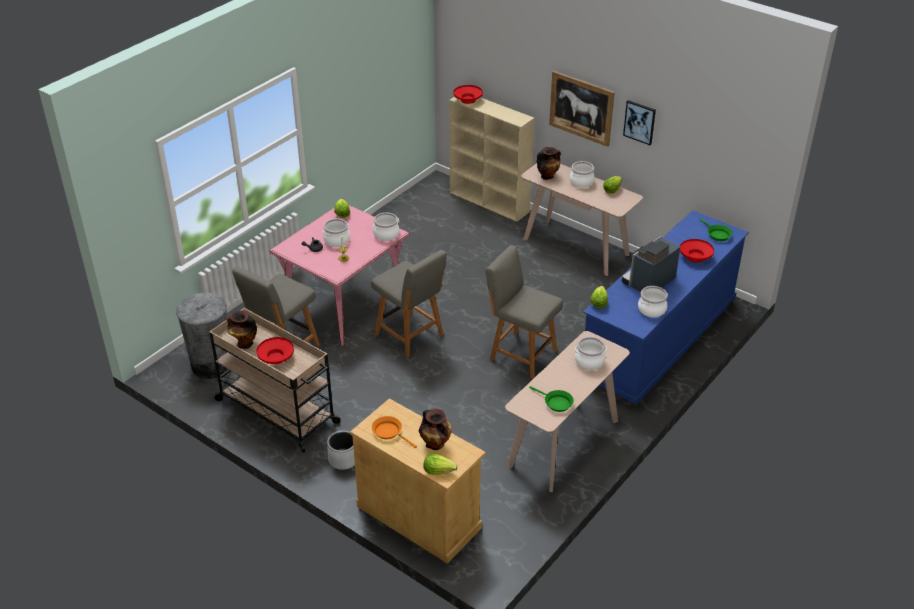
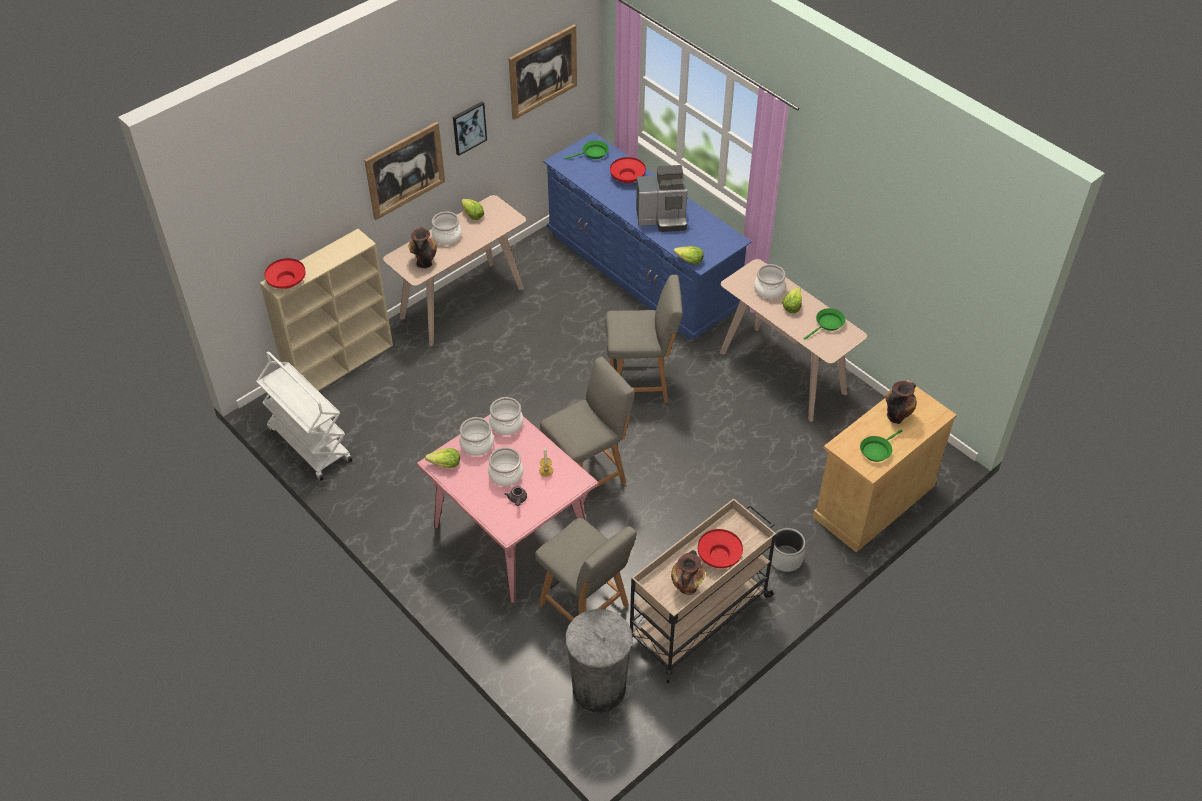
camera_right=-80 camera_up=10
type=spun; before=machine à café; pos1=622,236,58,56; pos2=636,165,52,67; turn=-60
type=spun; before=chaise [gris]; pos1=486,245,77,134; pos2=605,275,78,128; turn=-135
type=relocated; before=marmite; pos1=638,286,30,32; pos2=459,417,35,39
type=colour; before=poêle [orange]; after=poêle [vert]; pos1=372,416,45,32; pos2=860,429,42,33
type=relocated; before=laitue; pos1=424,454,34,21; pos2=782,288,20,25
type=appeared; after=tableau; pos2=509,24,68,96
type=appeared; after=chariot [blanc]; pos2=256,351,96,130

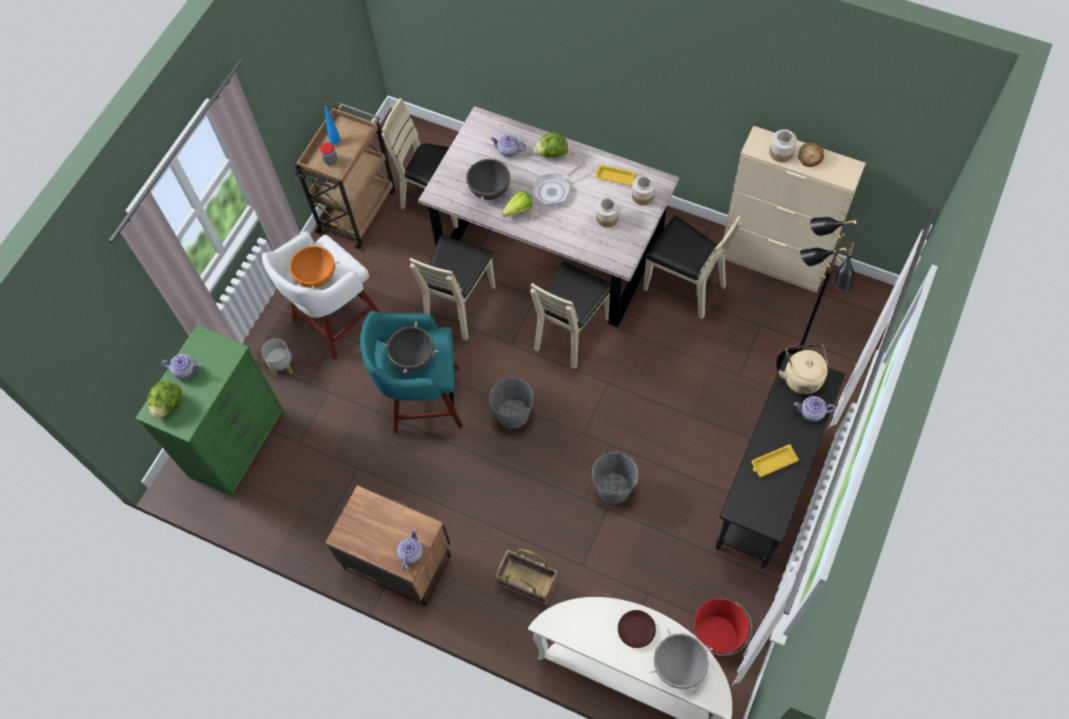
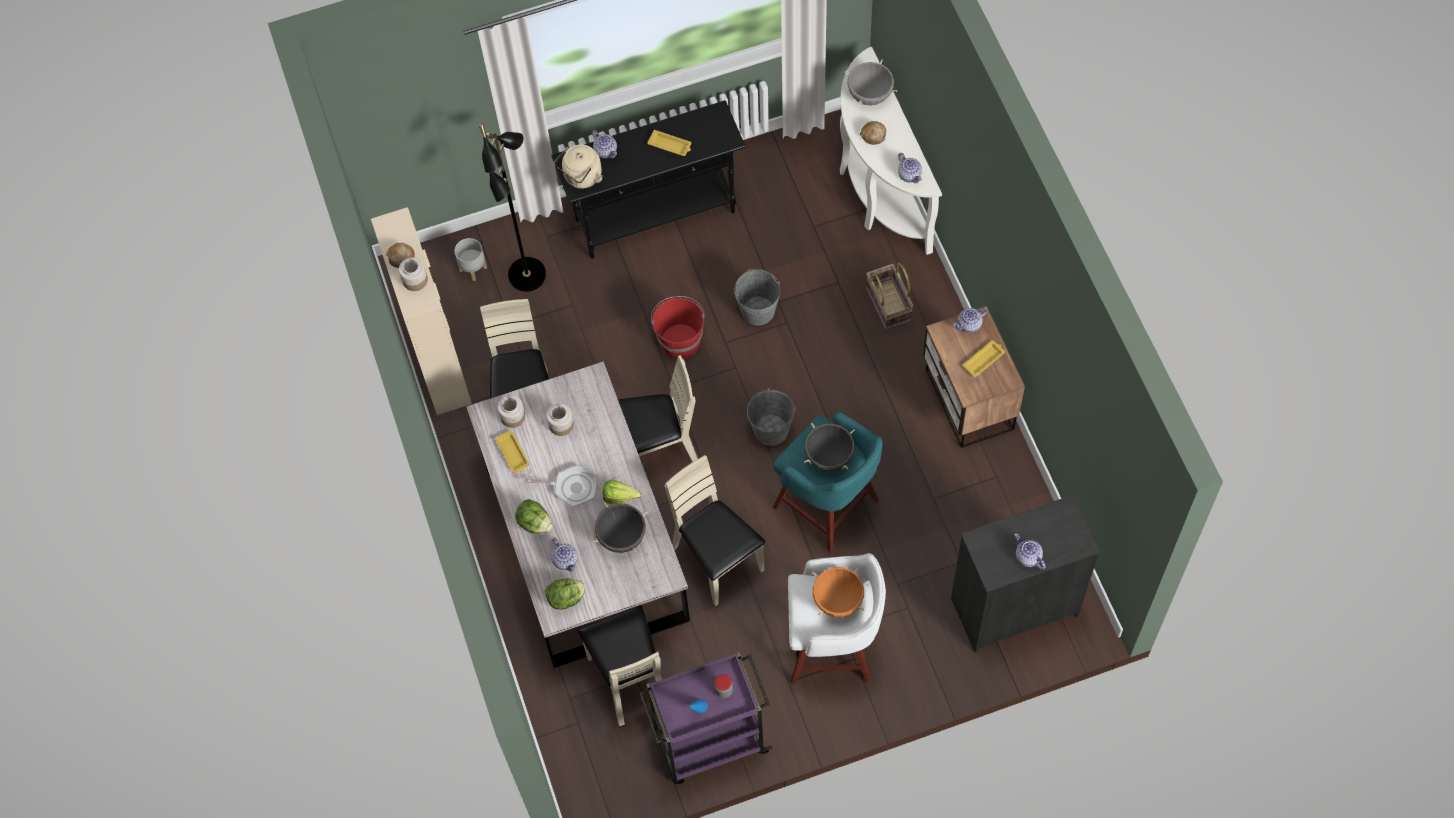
camera_right=-135 camera_up=0
type=colour; before=chariot [marron]; after=chariot [violet]; pos1=294,103,101,146; pos2=639,652,133,132
type=spun; before=chaise [beige]; pos1=409,236,87,104; pos2=665,455,100,151; turn=-105
type=colour; before=commode [vert]; after=commode [noir]; pos1=135,325,151,173; pos2=951,495,149,158
type=relocated; before=cache-pot [gris]; pos1=261,339,32,37; pos2=455,238,32,43
type=relocated; before=laitue; pos1=147,381,35,38; pos2=545,578,40,32
type=relocated; before=seau [rouge]; pos1=694,598,58,59; pos2=651,296,54,63
type=exchanged; before=assiette [marron]; after=pain; pos1=618,610,38,38; pos2=860,121,26,24
type=appeared; after=théière; pos2=898,153,24,30
type=appeared; after=plateau [jaune]; pos2=962,340,43,37

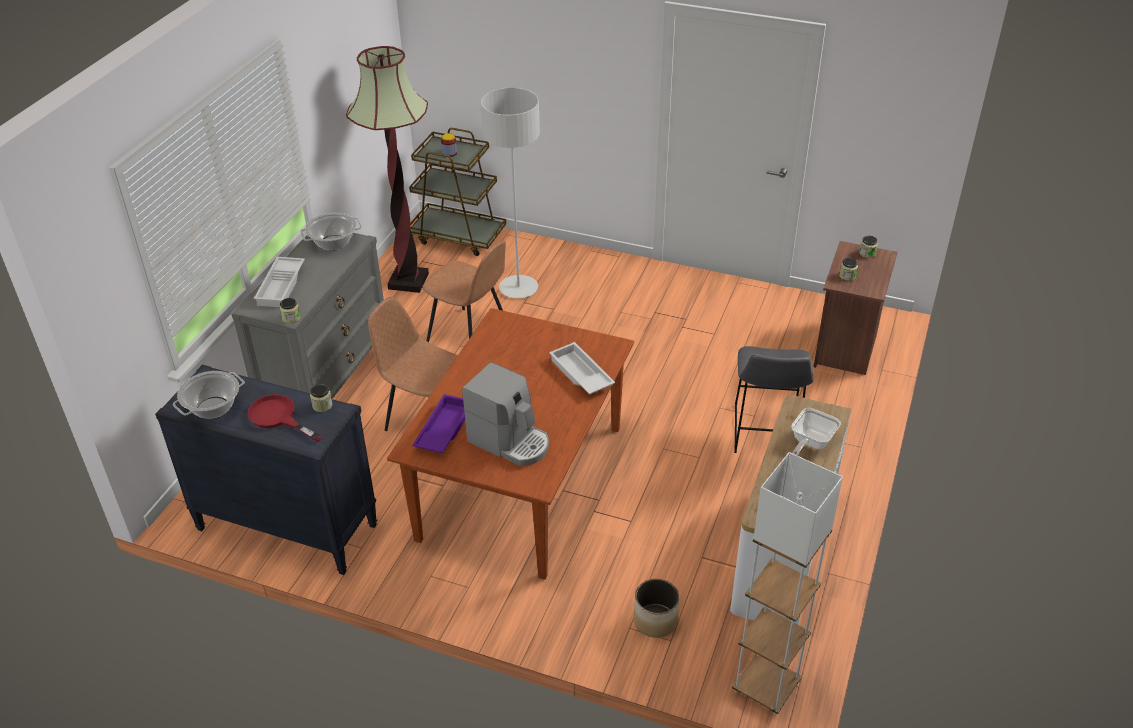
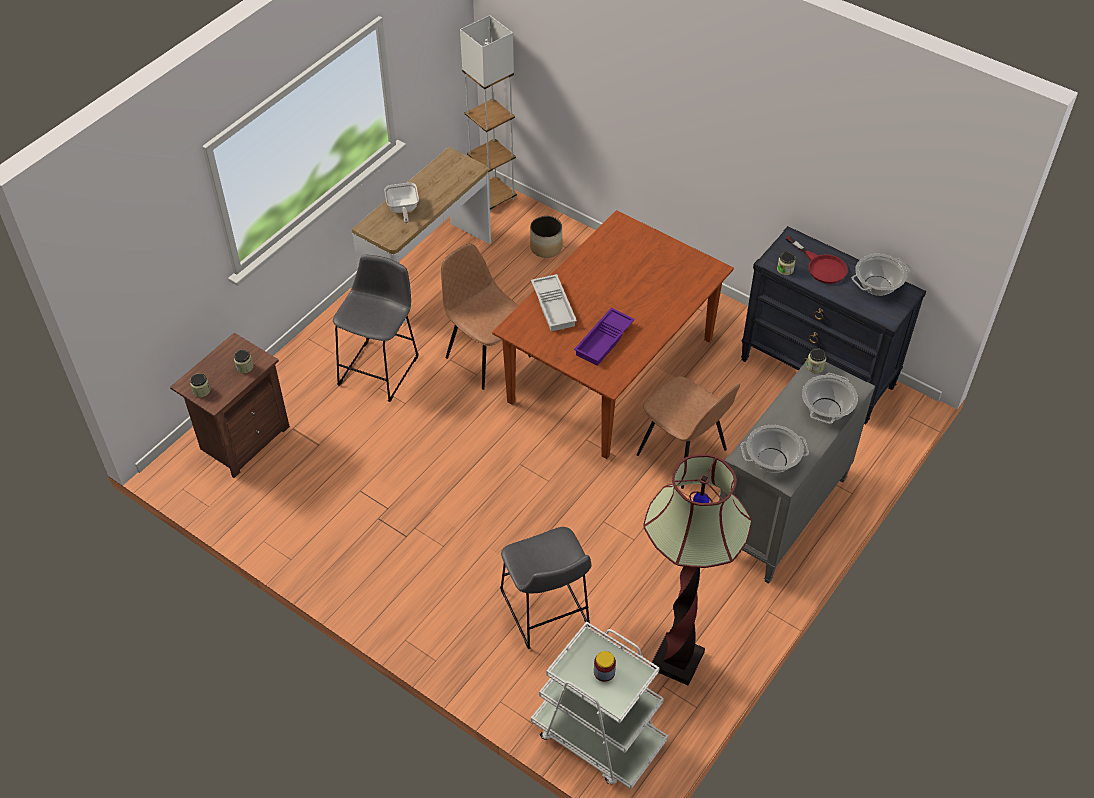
camera_right=-165 camera_up=10
type=exchanged; before=lampadaire [gris]; after=tabouret [gris]; pos1=481,88,59,210; pos2=500,527,92,122
type=colour; before=chariot [marron]; after=chariot [blanc]; pos1=409,128,97,128; pos2=531,622,137,167
type=relocated; before=chaise [marron]; pos1=422,241,84,101; pos2=441,243,90,147
type=exchanged; before=plateau [blanc]; after=marmite; pos1=254,257,51,50; pos2=802,373,56,51
type=missing; before=machine à café; pos1=462,362,87,104
type=relocated; before=plateau [violet]; pos1=412,394,53,59; pos2=574,308,61,58
type=spun; before=poêle; pos1=791,408,50,48; pos2=385,183,34,40; turn=120

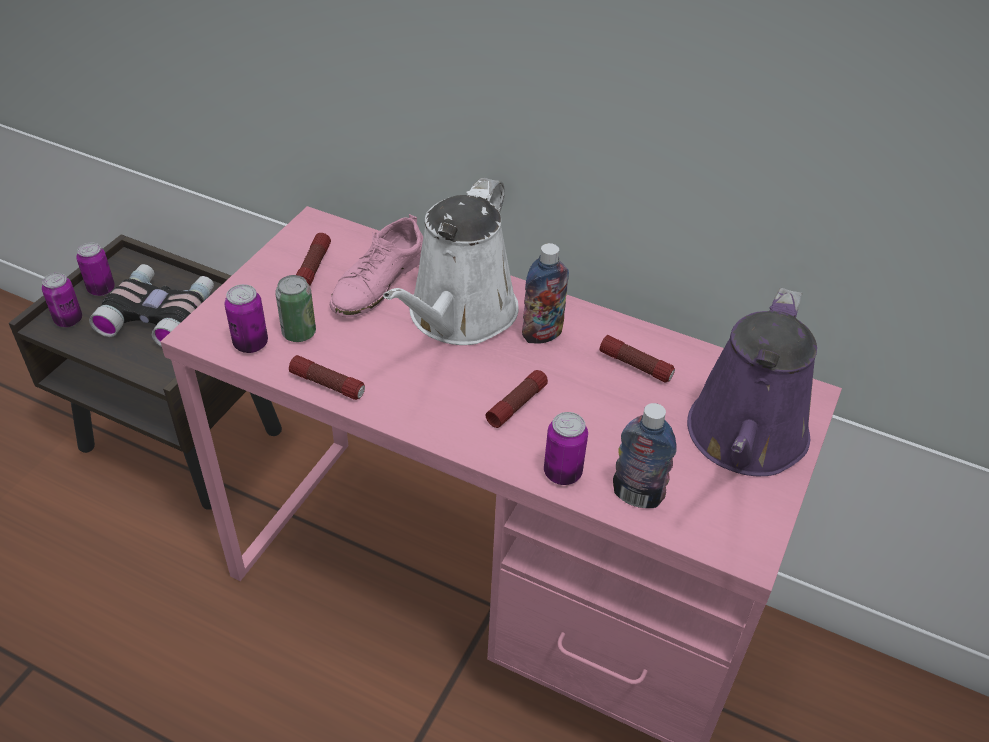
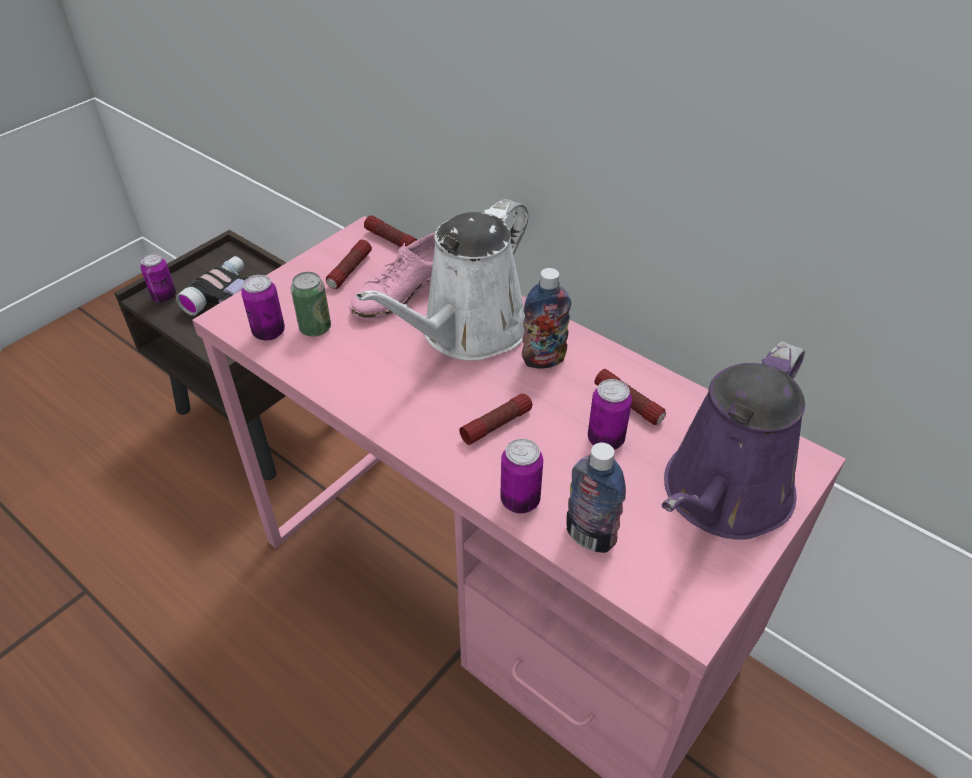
camera_right=15 camera_up=0
type=relocated; before=boîte métallique; pos1=76,243,39,53; pos2=588,379,44,71
type=relocated; before=lampe de poche; pos1=289,355,76,45; pos2=364,215,53,32

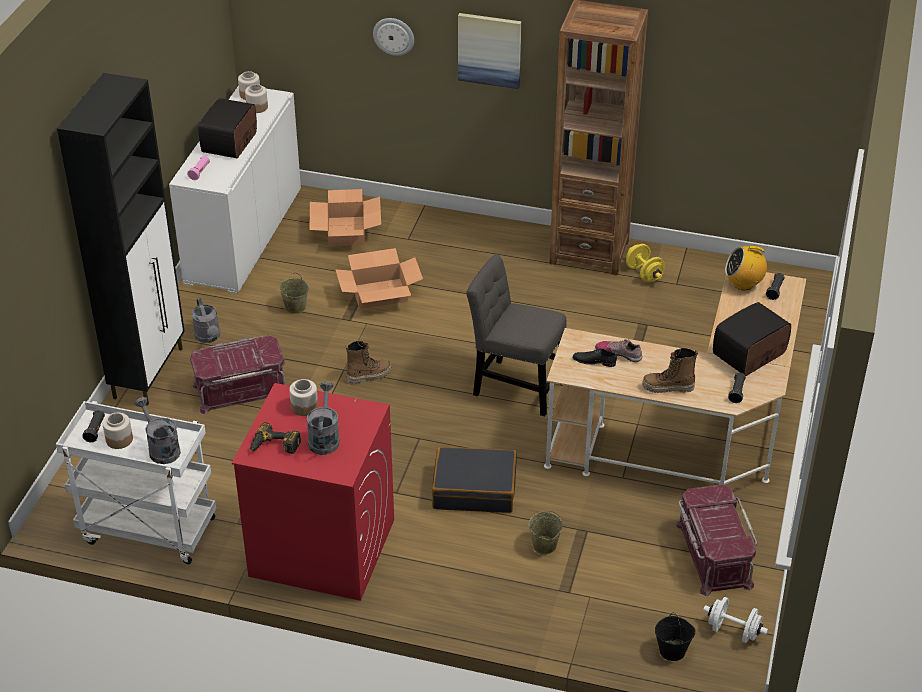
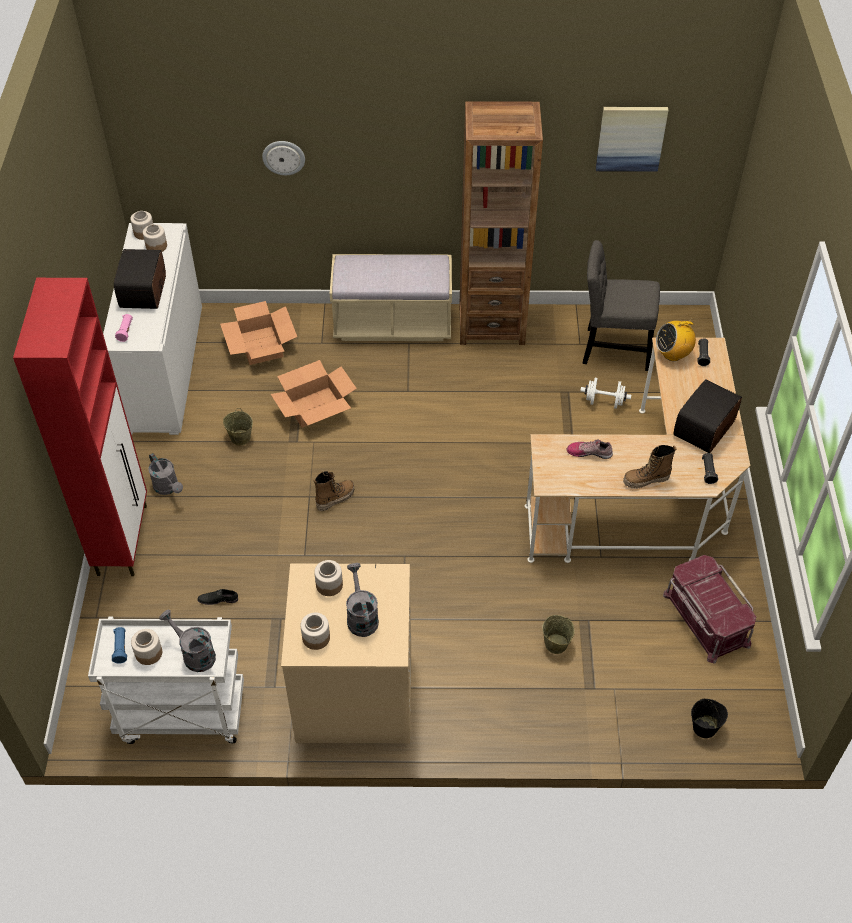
camera_right=-15 camera_up=10
type=relocated; before=tableau; pos1=458,13,63,76; pos2=596,107,72,65
type=colour; before=meuble de rangement [noir]; after=meuble de rangement [rouge]; pos1=57,73,128,333; pos2=13,278,134,298
type=missing; before=haltère [jaune]; pos1=626,244,39,38
type=relocated; before=chaise [gris]; pos1=466,254,101,163; pos2=582,240,78,131
type=missing; before=boîte de rangement [rouge]; pos1=190,335,95,79
type=relocated; before=chaussure [noir]; pos1=572,349,45,18; pos2=197,589,41,16
type=colour; before=lave-linge [rouge]; after=lave-linge [beige]; pos1=232,383,162,218; pos2=281,563,130,180
type=colour; before=lampe de poche [noir]; after=lampe de poche [bleu]; pos1=82,410,23,33; pos2=112,627,15,37
type=exchanged; before=perceuse; after=bocal; pos1=250,422,51,32; pos2=301,613,29,37
type=missing; before=valise [noir]; pos1=432,447,85,66
type=relocated; before=haltère [blanc]; pos1=703,597,65,46; pos2=580,378,51,31
type=appeared; after=banc [beige]; pos2=330,254,122,87

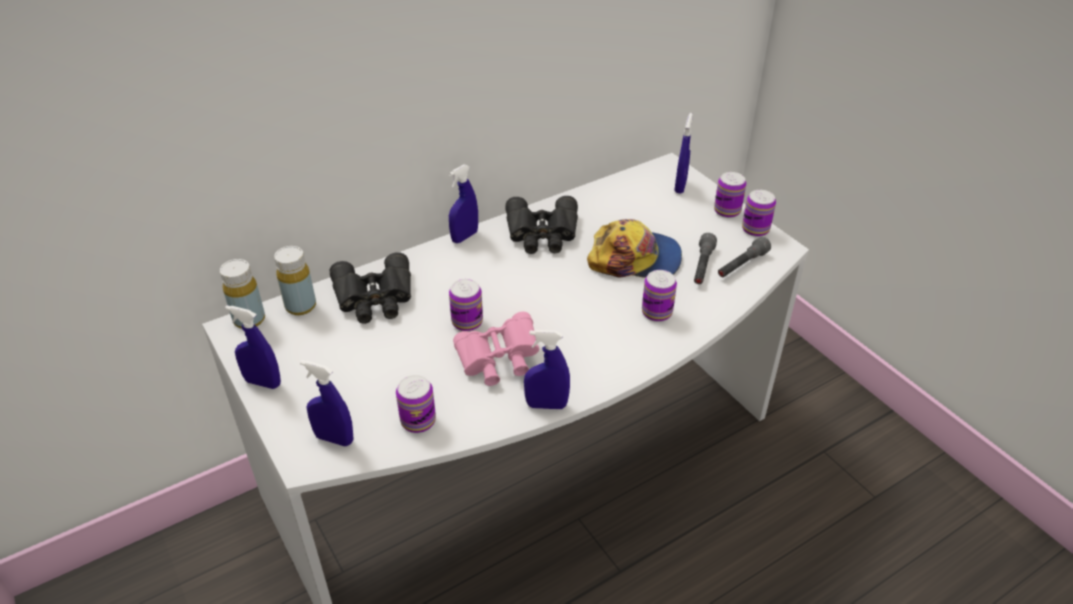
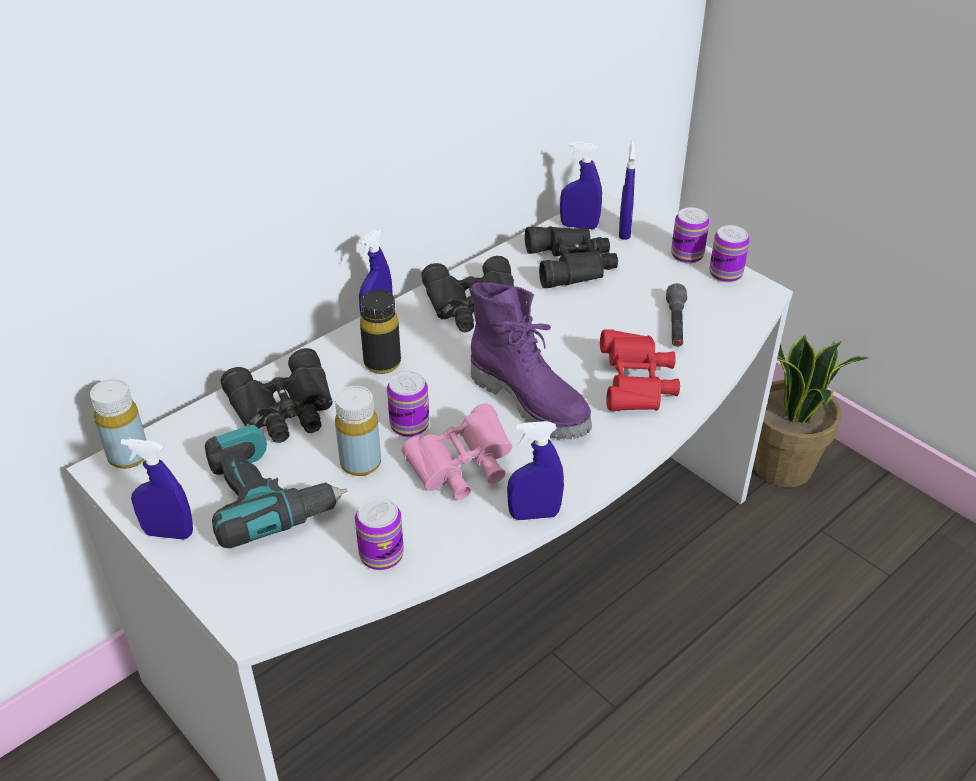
camera_right=-10 camera_up=0
type=missing; before=casquette; pos1=587,219,95,59
type=missing; before=lampe de poche [gris]; pos1=718,237,53,40
type=relocated; before=bouteille [jaune]; pos1=274,246,42,69; pos2=335,386,46,90
type=exchanged; before=boîte métallique; after=jumelles [rouge]; pos1=642,270,35,52; pos2=600,329,80,82
type=relocated; before=vaporisateur [bleu]; pos1=300,360,54,87; pos2=560,142,42,87
type=appeared; after=jumelles [noir]; pos2=525,226,93,62
type=appeared; after=botte [violet]; pos2=471,282,121,157
type=appeared; after=bouteille [noir]; pos2=360,290,41,84
type=appeared; after=plante en pot; pos2=754,335,114,152
type=appeared; after=perceuse; pos2=205,425,142,123

